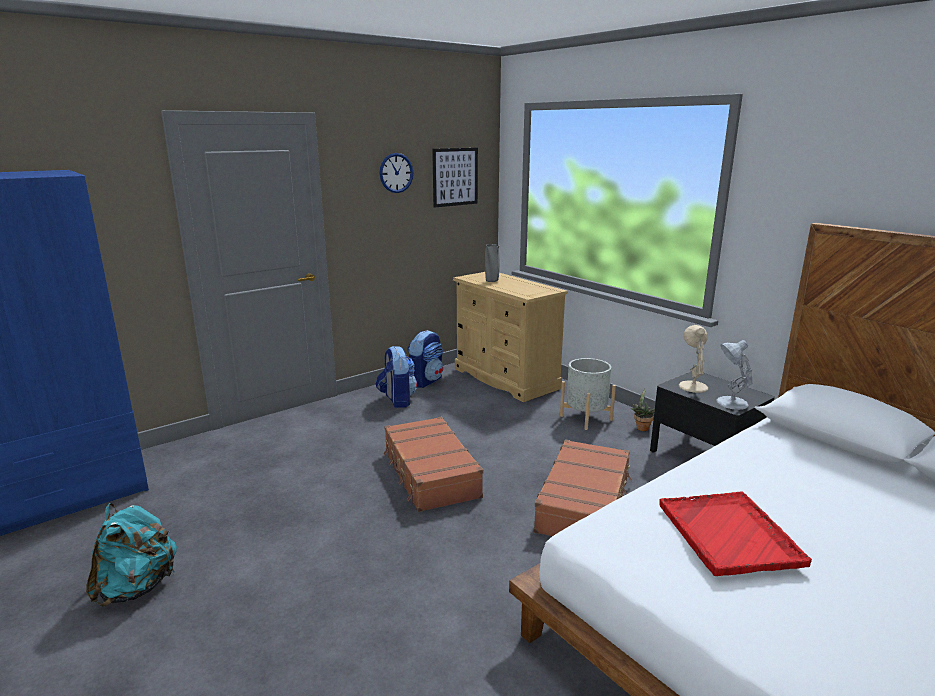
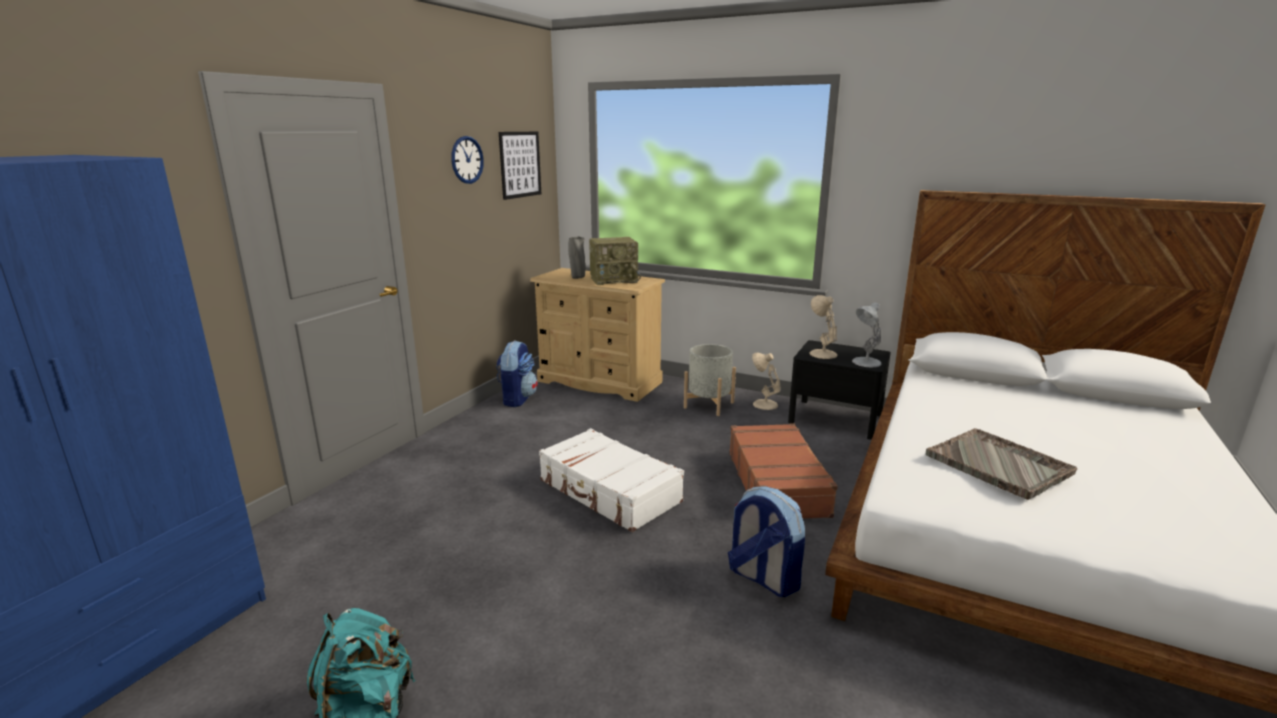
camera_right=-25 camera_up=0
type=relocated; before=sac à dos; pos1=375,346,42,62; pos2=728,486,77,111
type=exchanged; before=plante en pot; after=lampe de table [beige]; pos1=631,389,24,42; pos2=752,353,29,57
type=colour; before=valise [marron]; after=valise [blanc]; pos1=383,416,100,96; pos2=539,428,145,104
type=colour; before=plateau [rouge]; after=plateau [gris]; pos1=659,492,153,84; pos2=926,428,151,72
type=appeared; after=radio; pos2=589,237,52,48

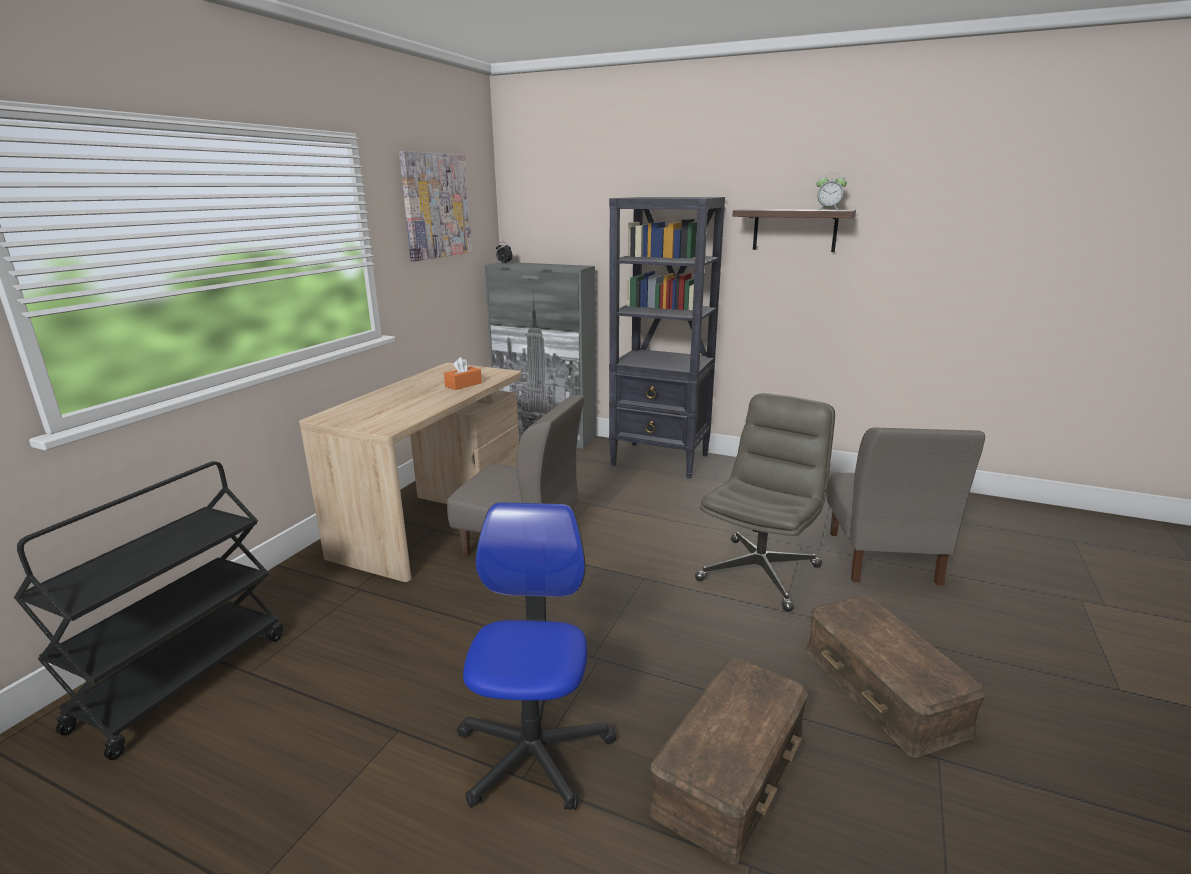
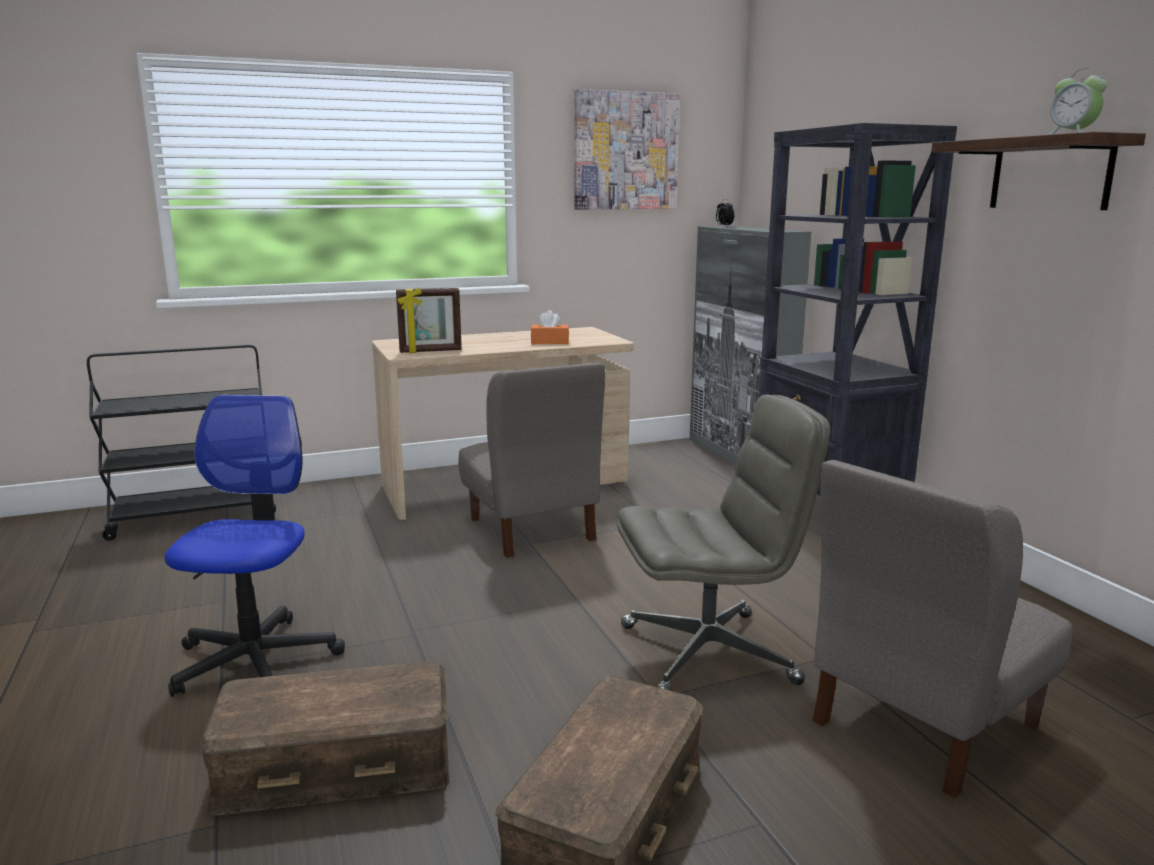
camera_right=45 camera_up=-5
type=spun; before=chaise de bureau; pos1=457,502,159,308; pos2=164,395,181,302; turn=-45
type=appeared; after=cadre photo; pos2=396,287,66,66

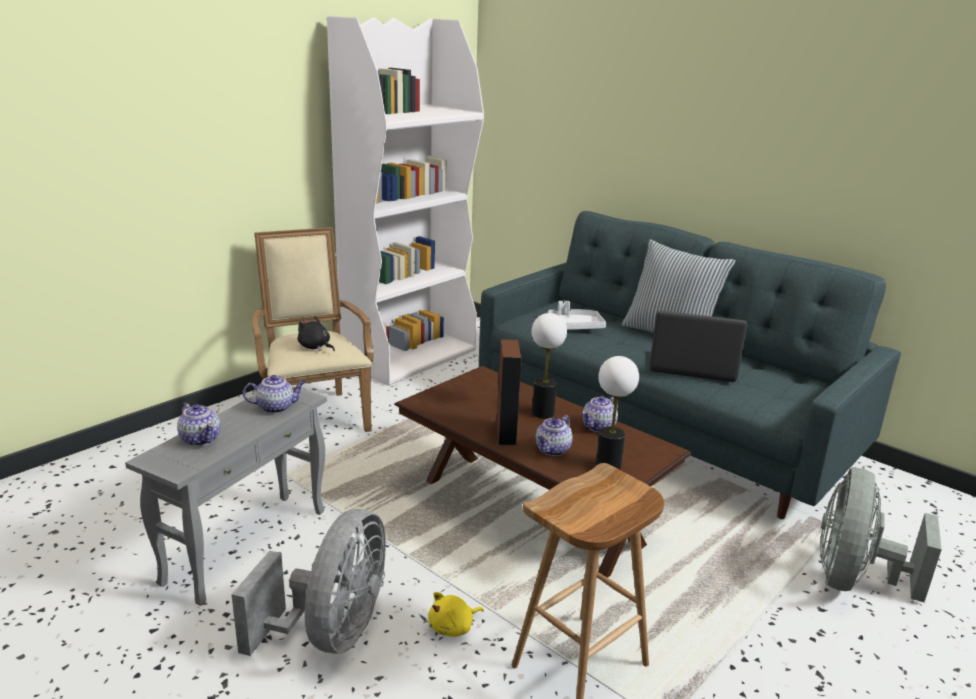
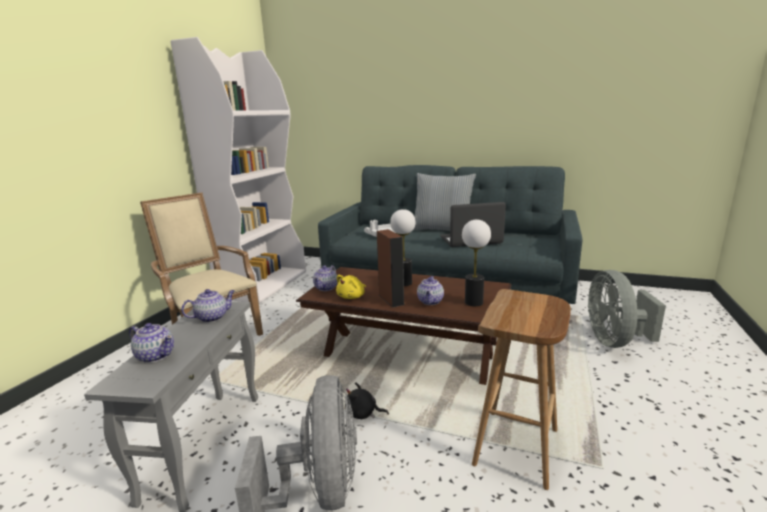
camera_right=-20 camera_up=-5
type=relocated; before=peluche [noir]; pos1=297,316,38,35; pos2=346,382,43,37
type=relocated; before=théière; pos1=582,396,36,37; pos2=313,265,24,26
type=relocated; before=peluche [jaune]; pos1=428,592,56,45; pos2=336,275,30,24

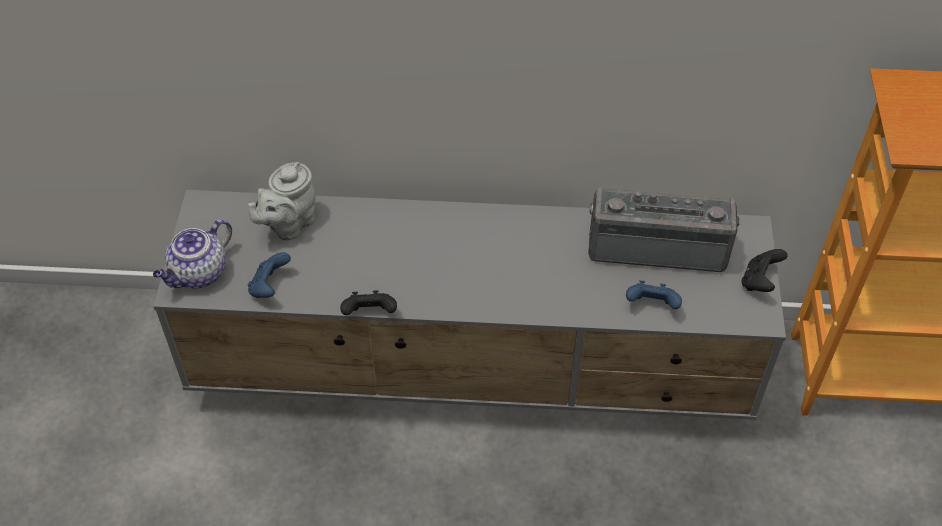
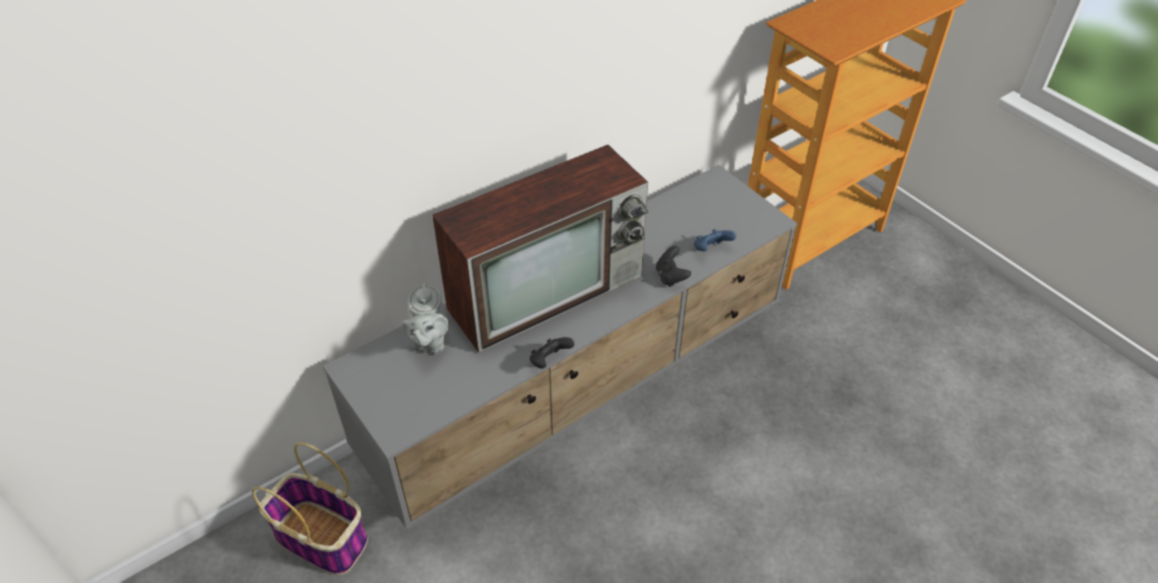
camera_right=-40 camera_up=-5
type=missing; before=radio; pos1=588,187,152,85
type=missing; before=théière; pos1=153,219,79,69
type=relocated; before=manette [noir]; pos1=742,249,46,43; pos2=656,246,35,41
type=missing; before=manette [bleu]; pos1=248,252,43,46
type=appeared; after=téléviseur; pos2=432,145,216,208
type=appeared; after=panier; pos2=252,442,116,133

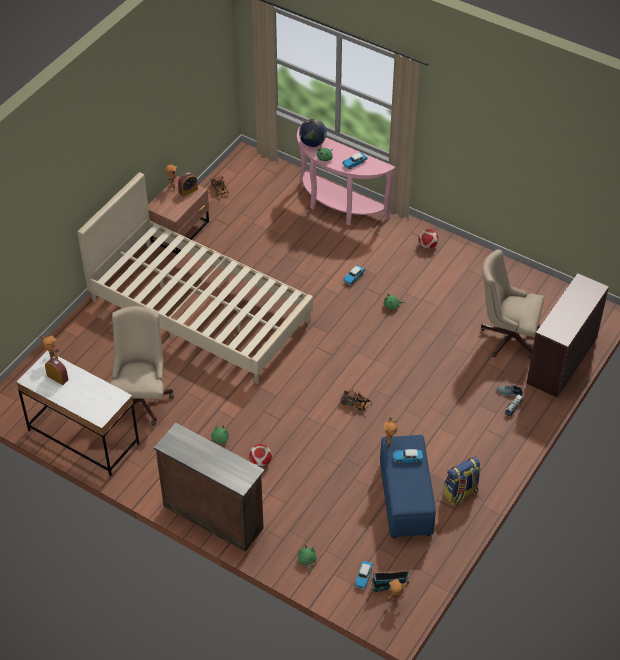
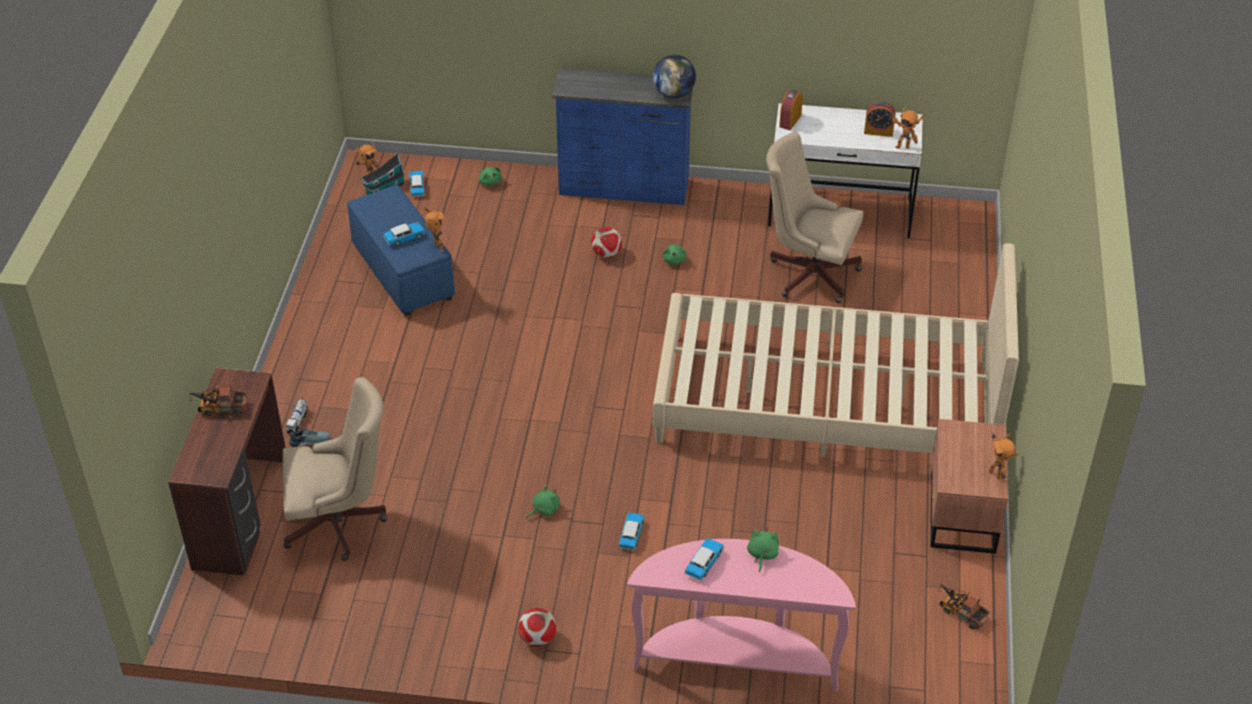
camera_right=155 camera_up=-5
type=relocated; before=globe; pos1=299,119,28,28; pos2=653,55,43,43
type=relocated; before=réveil; pos1=178,172,20,25; pos2=779,90,24,40
type=spun; before=chaise de bureau [beige]; pos1=110,306,64,119; pos2=766,132,98,171; turn=135
type=relocated; before=camion jouet; pos1=340,389,32,22; pos2=190,385,57,31
type=colour; before=commode [marron]; after=commode [bleu]; pos1=154,422,111,130; pos2=552,68,141,137
type=missing; before=sac à dos; pos1=443,457,38,48

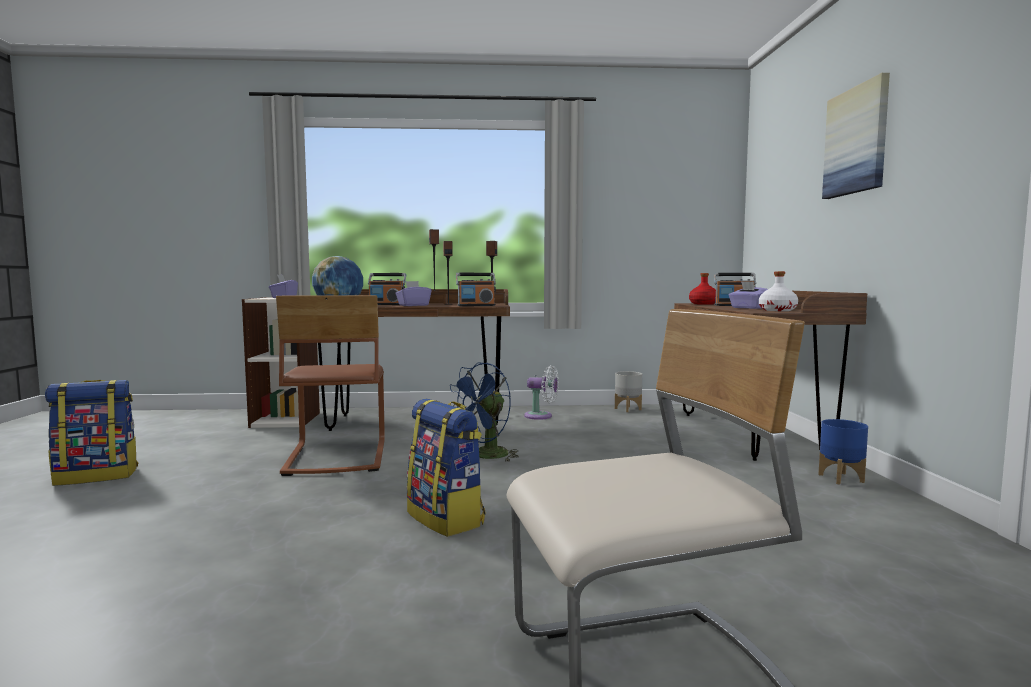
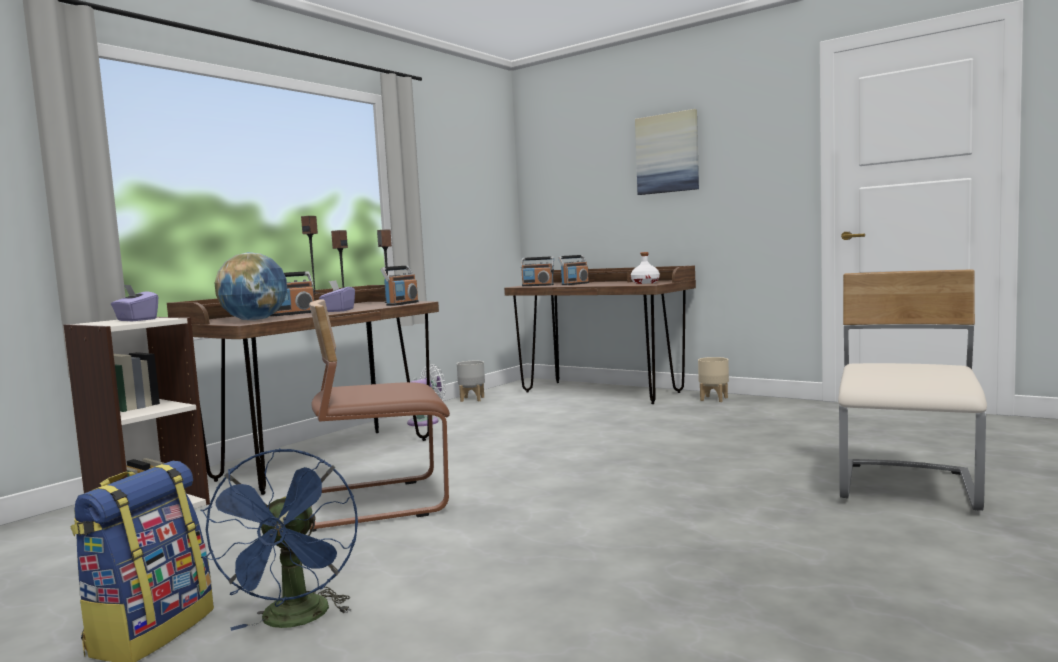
camera_right=-50 camera_up=0
type=exchanged; before=bouteille [rouge]; after=radio; pos1=689,273,27,32; pos2=521,256,33,30
type=missing; before=boîte à mouchoirs [violet]; pos1=729,281,39,28
type=spun; before=chaise [marron]; pos1=276,295,109,181; pos2=309,299,141,233; turn=135
type=relocated; before=ventilateur [bleu]; pos1=450,362,69,100; pos2=200,448,158,183
type=missing; before=sac à dos; pos1=407,399,78,138
type=colour; before=cache-pot [bleu]; after=cache-pot [beige]; pos1=818,419,50,66; pos2=698,357,31,45

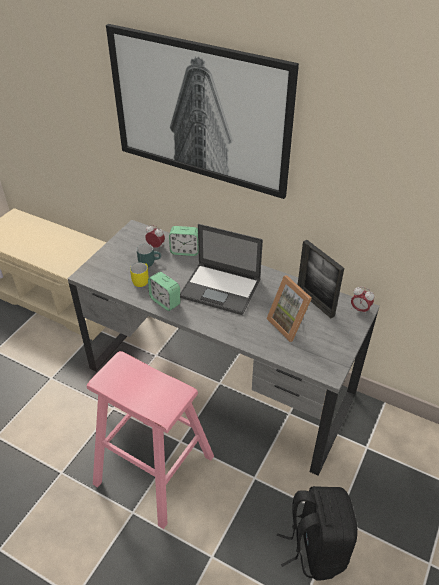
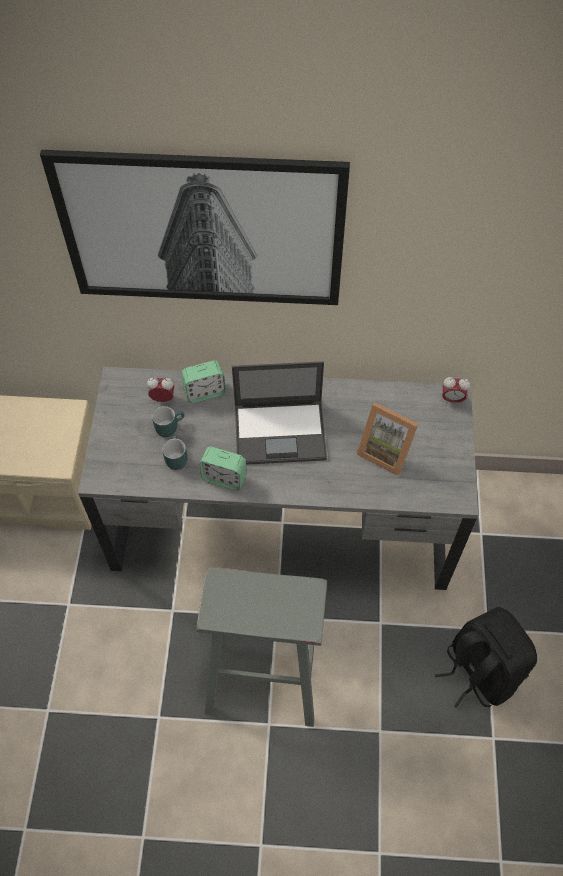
camera_right=-25 camera_up=15
type=missing; before=cadre photo; pos1=298,240,46,78
type=colour; before=mug [jaune]; after=mug [turquoise]; pos1=130,263,19,24; pos2=162,435,26,35
type=colour; before=tabouret [rose]; after=tabouret [gris]; pos1=87,351,127,178; pos2=196,567,131,160

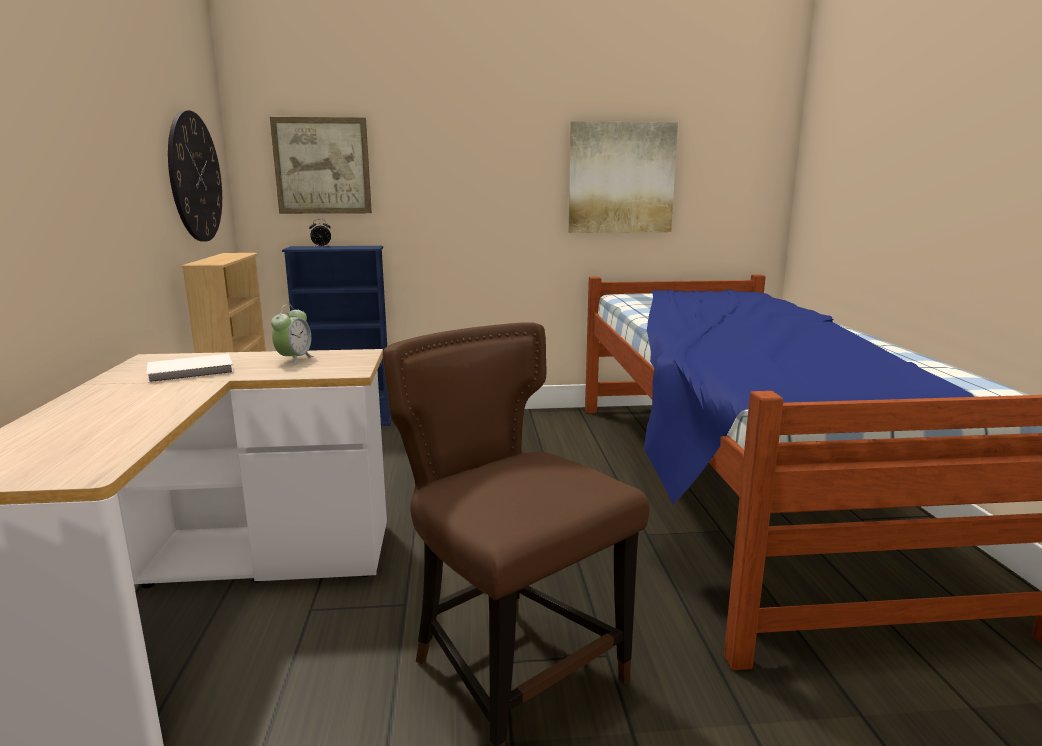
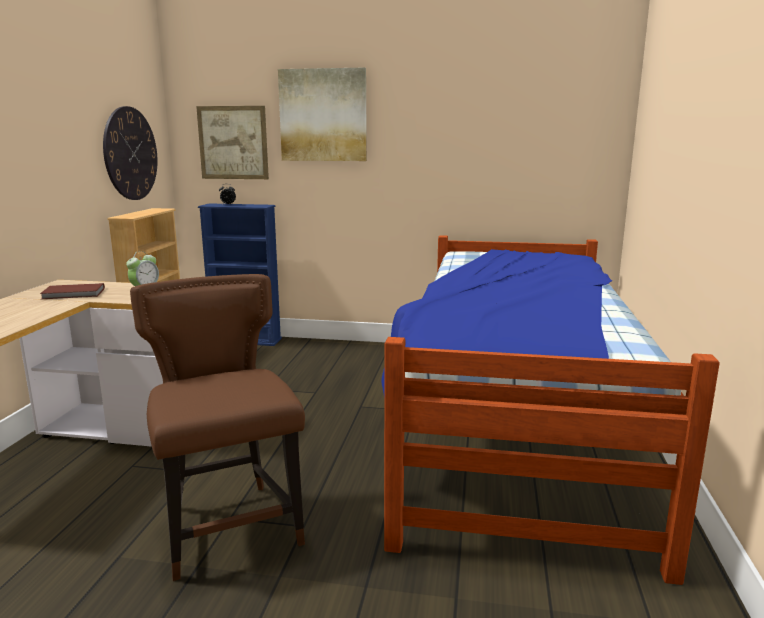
camera_right=15 camera_up=0
type=relocated; before=tableau; pos1=568,121,110,112; pos2=278,68,89,93
type=colour; before=livre [blanc]; after=livre [marron]; pos1=146,354,88,29; pos2=40,283,65,16

